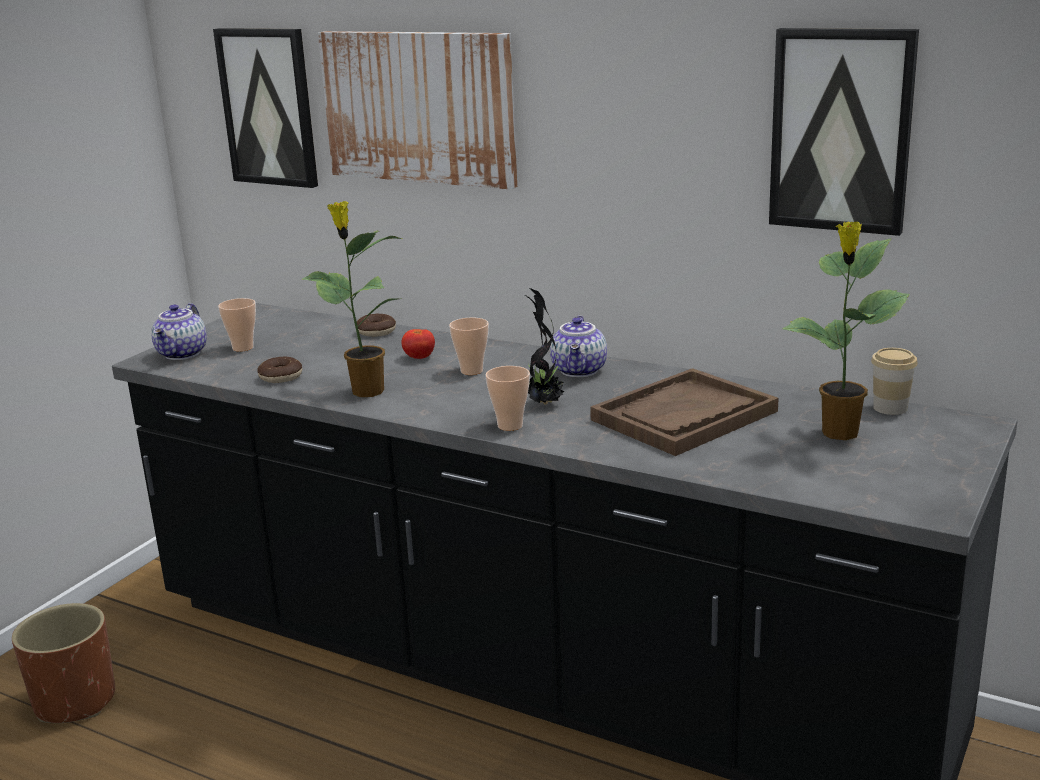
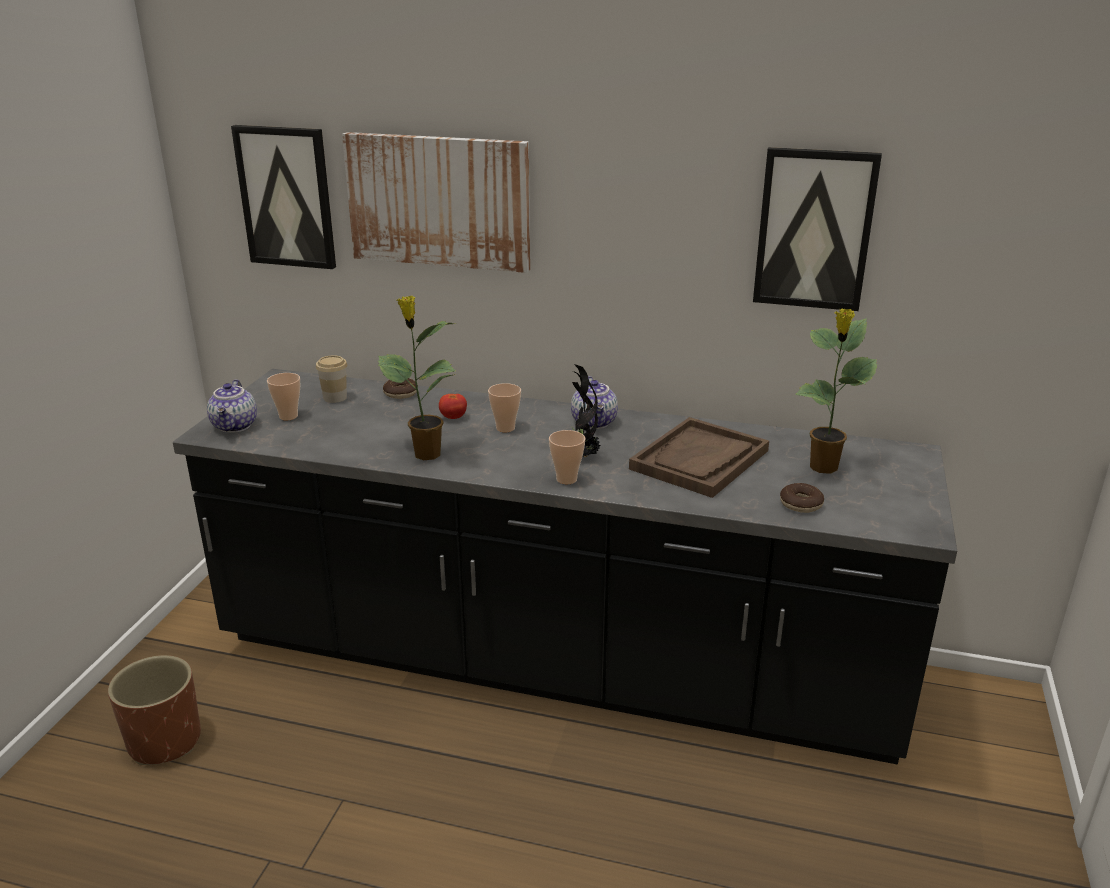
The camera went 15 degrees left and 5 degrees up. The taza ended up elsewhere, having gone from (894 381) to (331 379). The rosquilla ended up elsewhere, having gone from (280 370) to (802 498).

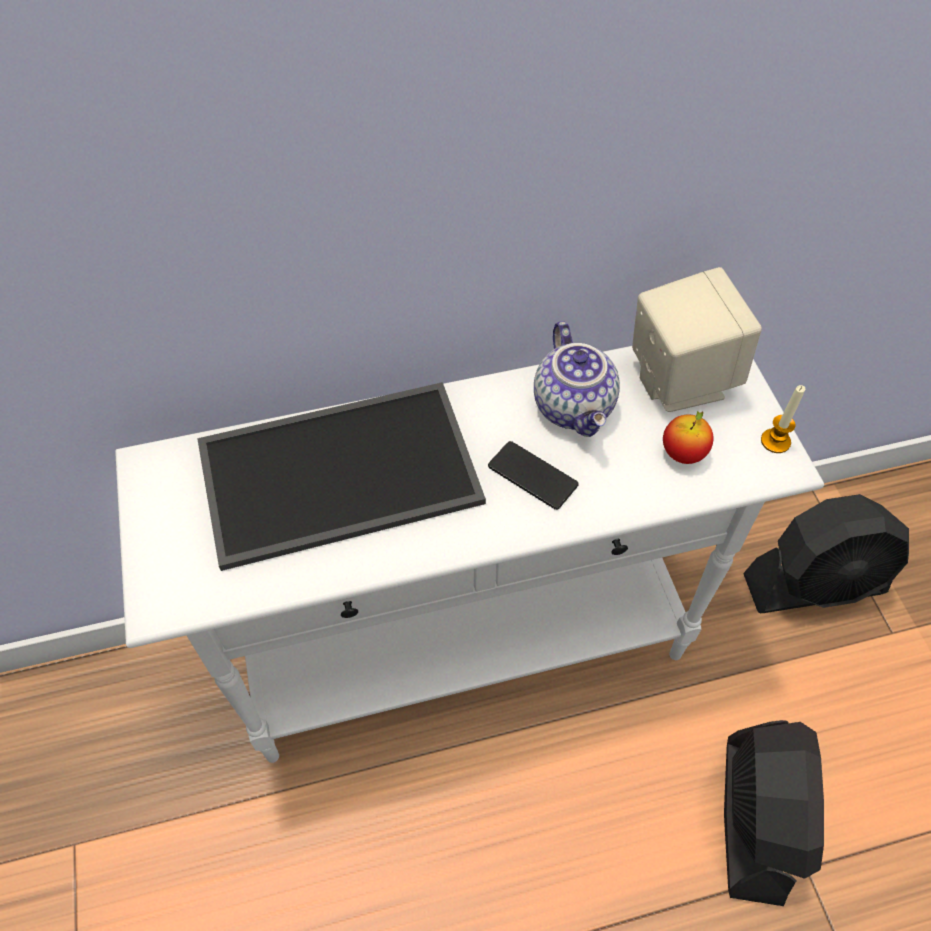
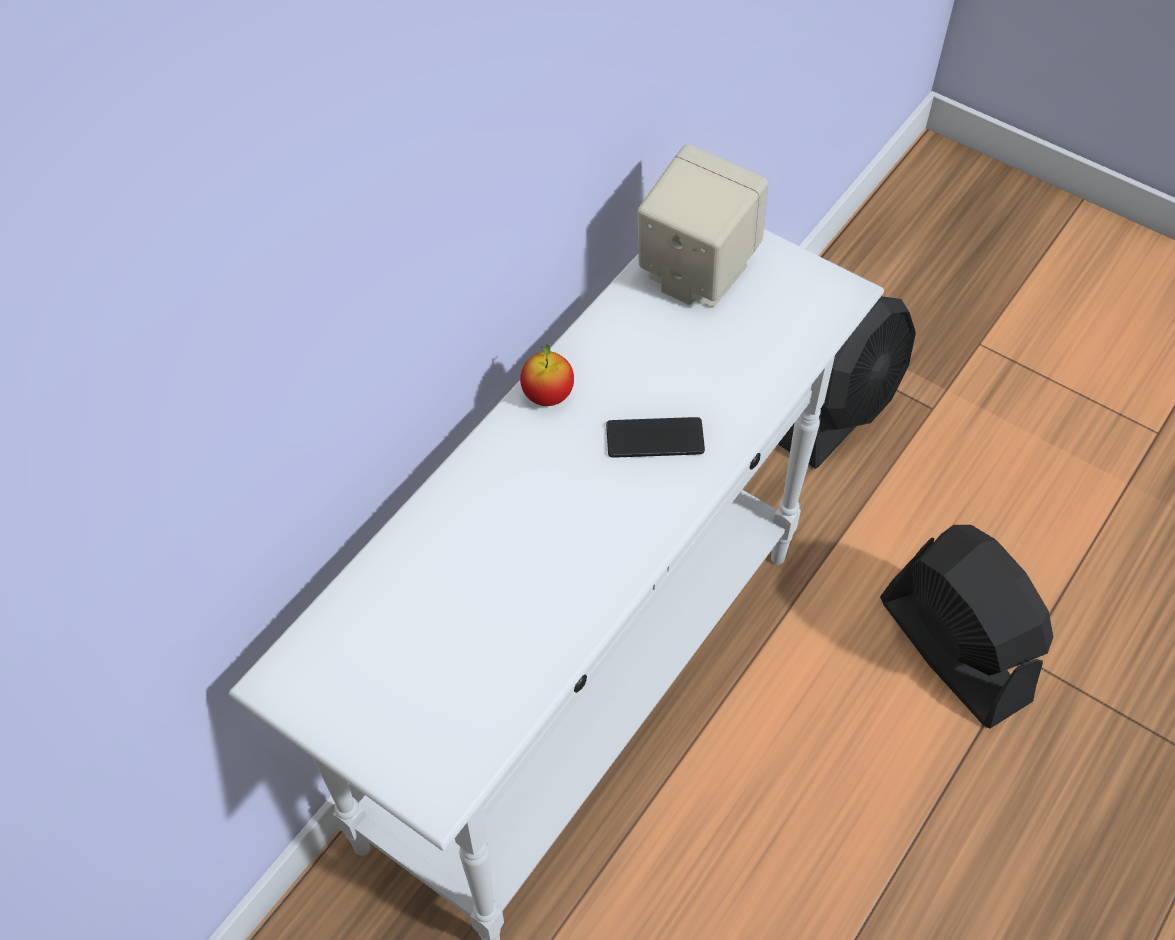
The camera went 40 degrees left and 0 degrees up. The manzana ended up elsewhere, having gone from (688 437) to (547 375). The second view lost the bandeja at (341 476). The second view lost the tetera at (577 379). The second view lost the vela at (783 419).

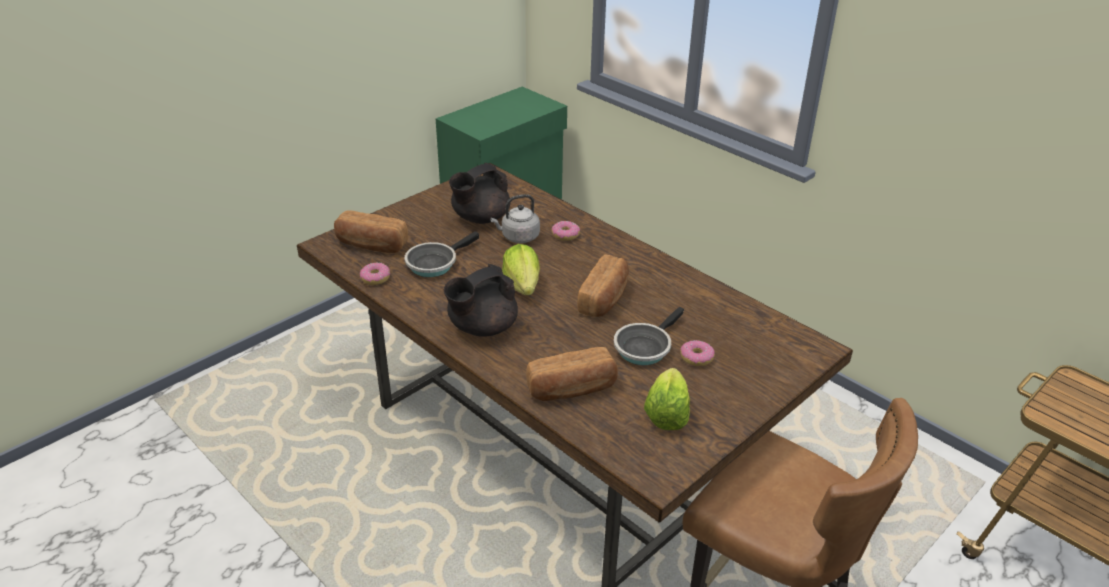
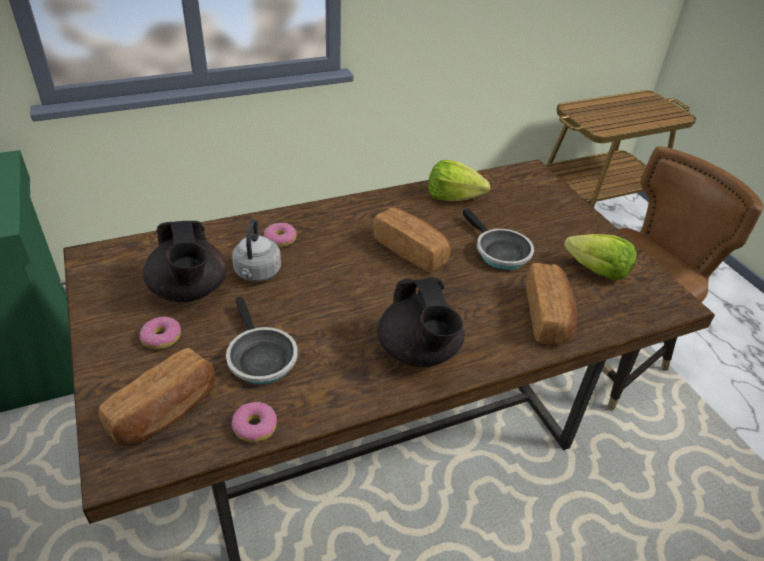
The camera went 70 degrees left and 5 degrees up. The rosquilla ended up elsewhere, having gone from (697 353) to (160 333). The lechuga ended up elsewhere, having gone from (521 269) to (459 180).

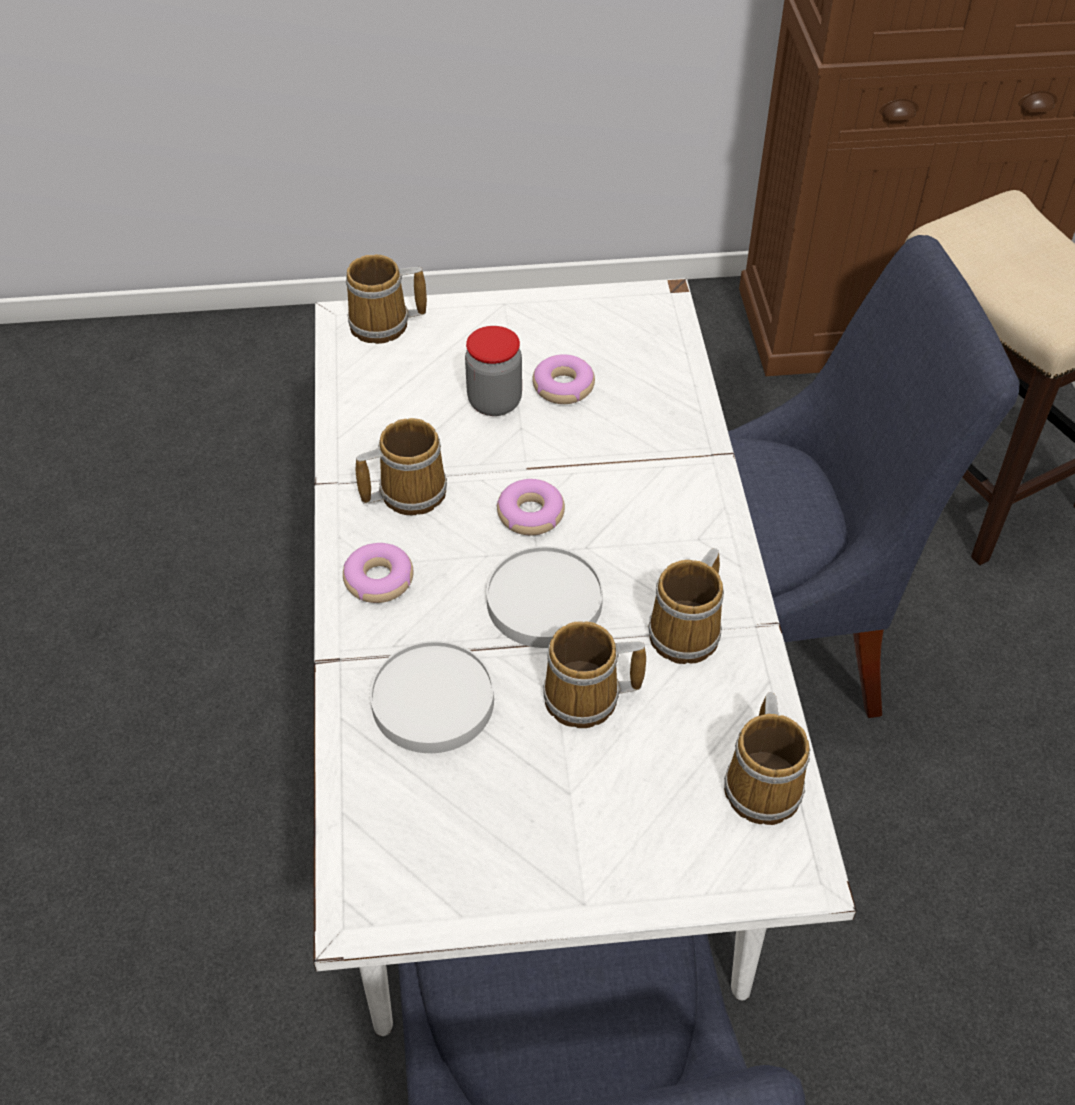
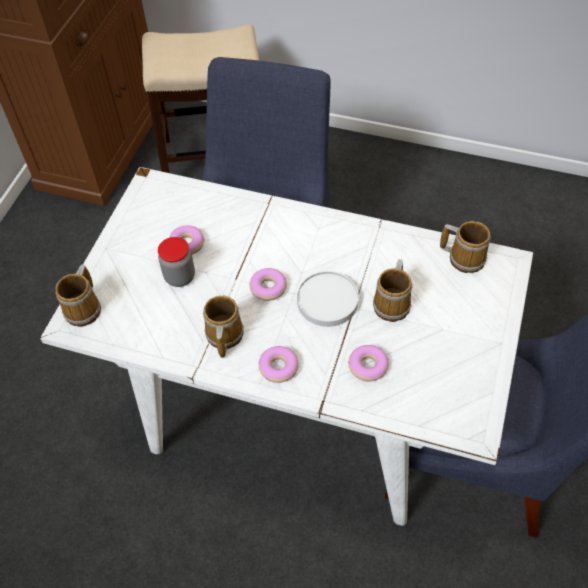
The camera went 65 degrees left and 5 degrees up. Where the plato [blanco] stood at (432 697), the rosquilla came to stand at (368 363). The second view lost the taza grande at (686 606).

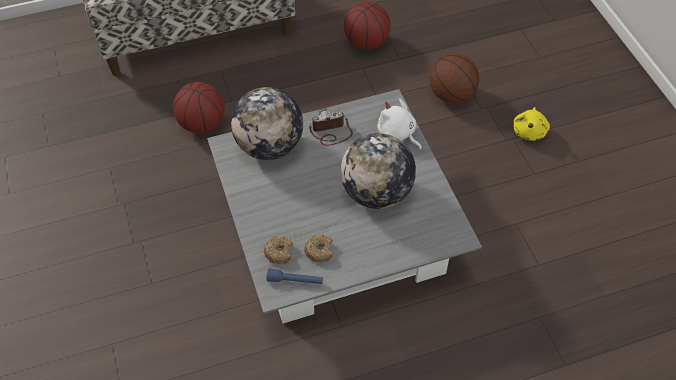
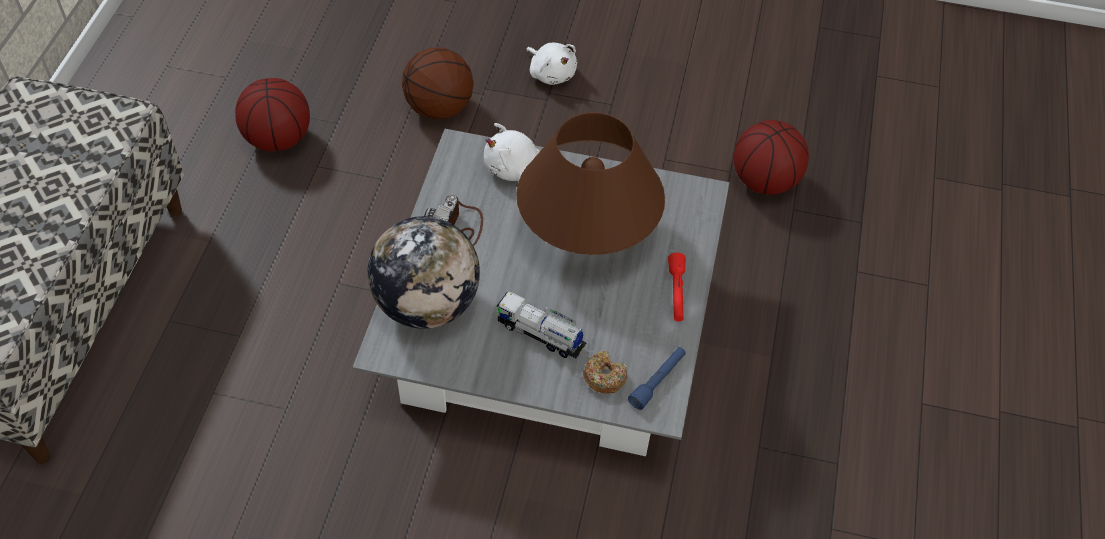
The camera went 60 degrees left and 0 degrees up. The second view gained the camión de juguete at (541 324). Where the globo terráqueo stood at (378 171), the lámpara de mesa [marrón] came to stand at (590 183). What was the peluche [amarillo] at (532 124) turned into the peluche [blanco] at (551 64). The second view gained the linterna [rojo] at (677 287). The balón de baloncesto ended up elsewhere, having gone from (199 108) to (771 157). The second view lost the rosquilla at (318 248).

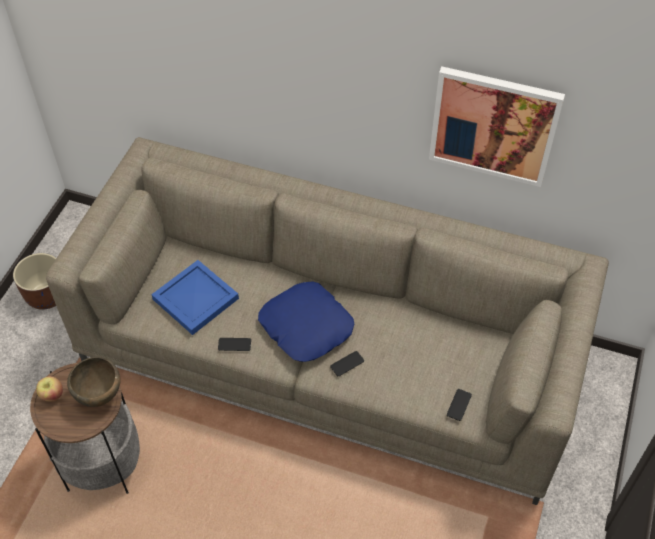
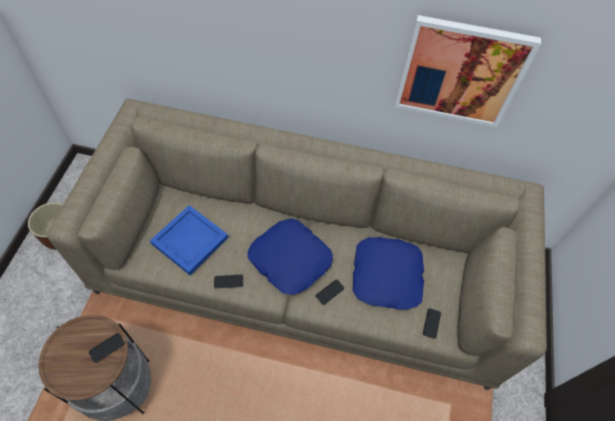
The camera went 10 degrees left and 5 degrees up. Where the cuenco [marrón] stood at (93 382), the móvil came to stand at (107 348). The second view gained the cojín [azul] at (388 273). The second view lost the manzana at (49 389).

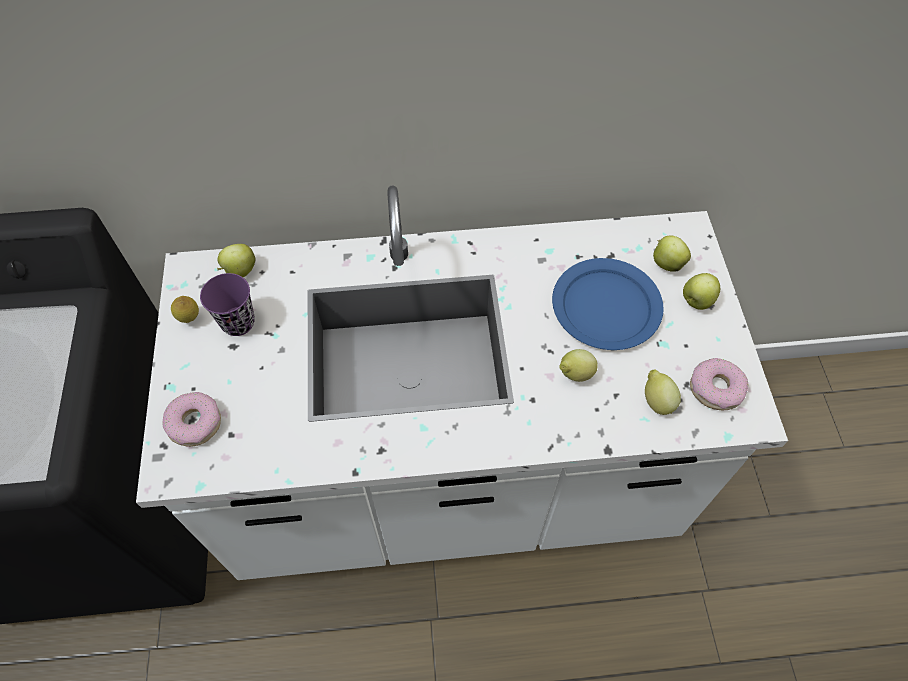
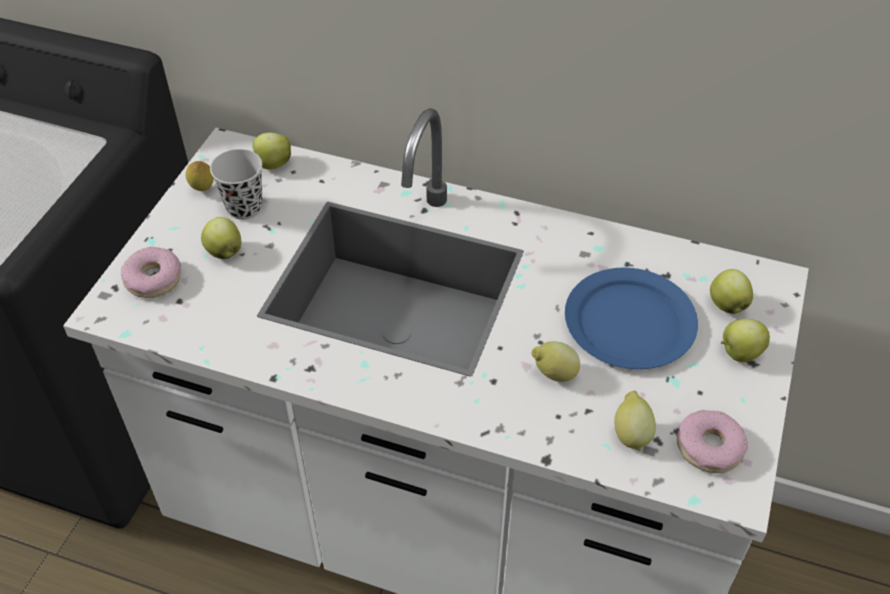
The camera went 25 degrees right and 10 degrees down. The second view gained the manzana at (221 238). What was the taza [morado] at (227 304) turned into the taza [negro] at (236 184).

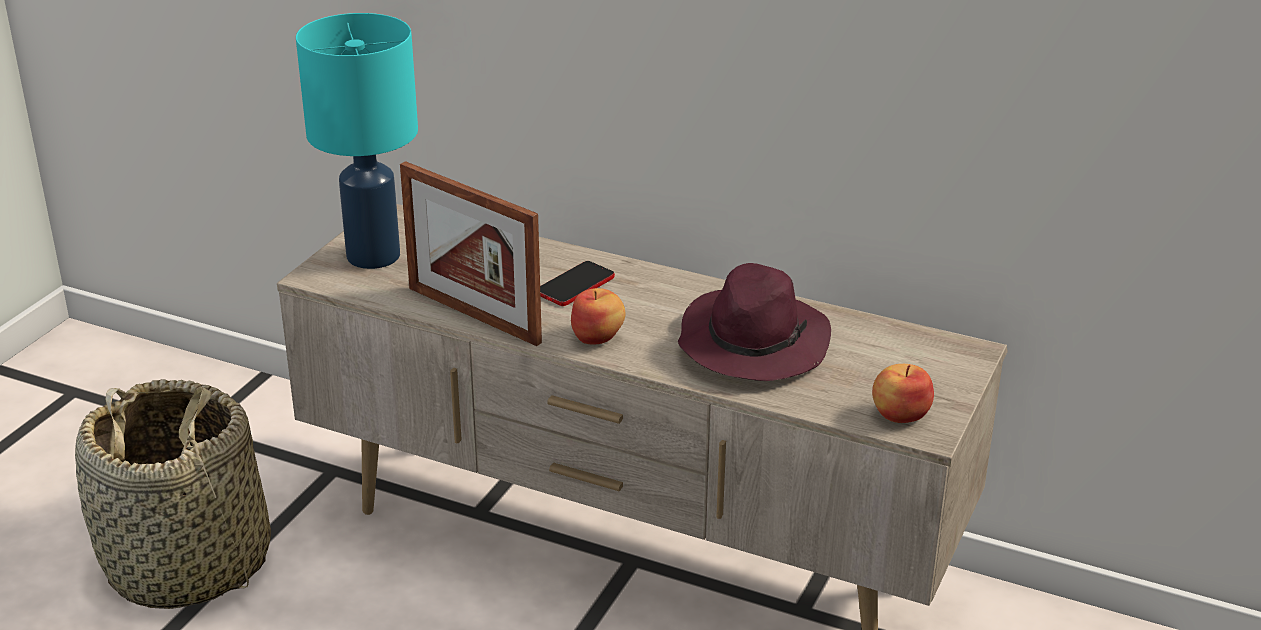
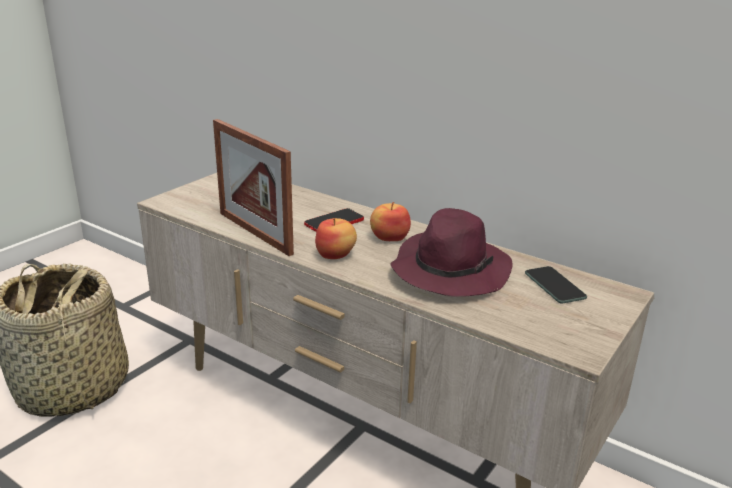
The camera went 10 degrees right and 5 degrees down. The manzana ended up elsewhere, having gone from (903 393) to (390 221). The second view gained the móvil at (556 285). The second view lost the lámpara de mesa [turquesa] at (357 141).

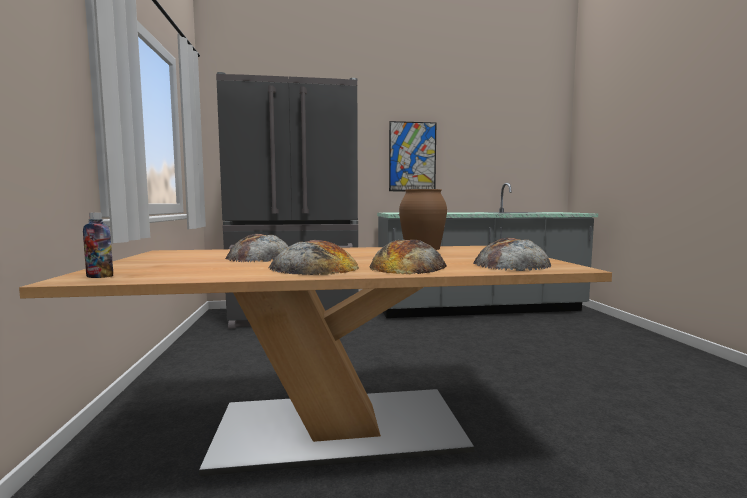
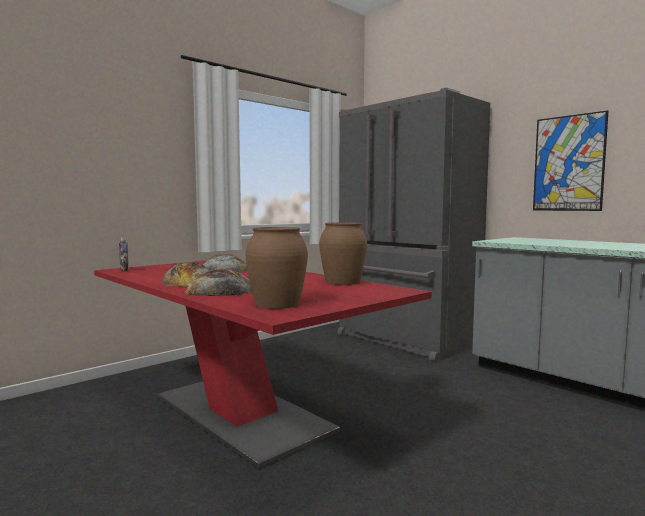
The camera went 55 degrees right and 0 degrees up. What was the mesa de comedor [beis] at (315 361) turned into the mesa de comedor [rojo] at (263 364). Where the pan stood at (512 254), the florero [marrón] came to stand at (277 268).

